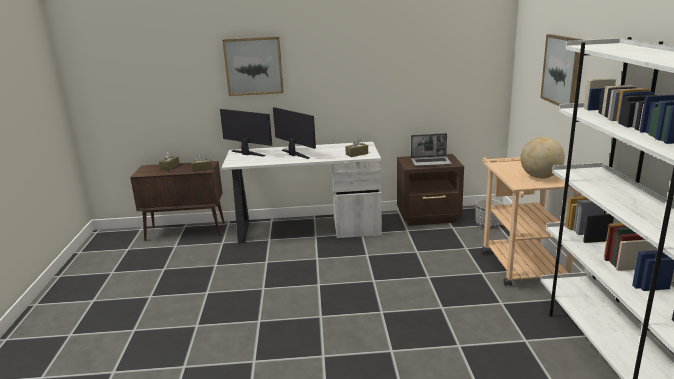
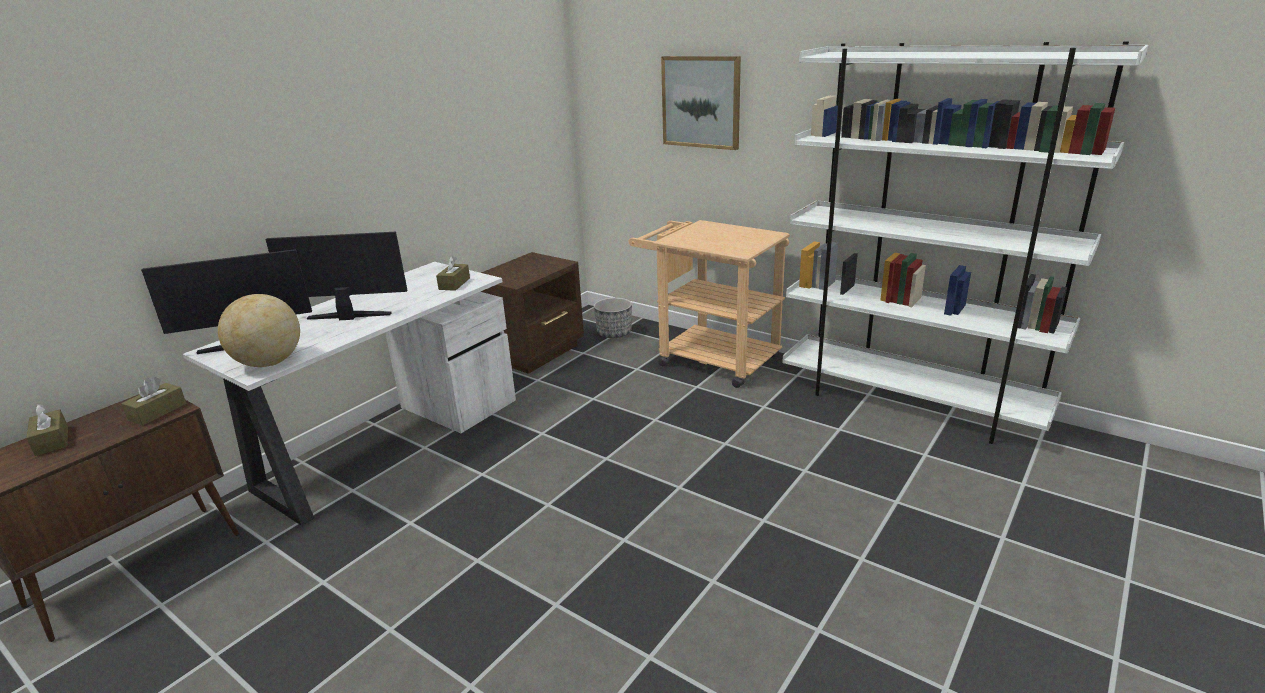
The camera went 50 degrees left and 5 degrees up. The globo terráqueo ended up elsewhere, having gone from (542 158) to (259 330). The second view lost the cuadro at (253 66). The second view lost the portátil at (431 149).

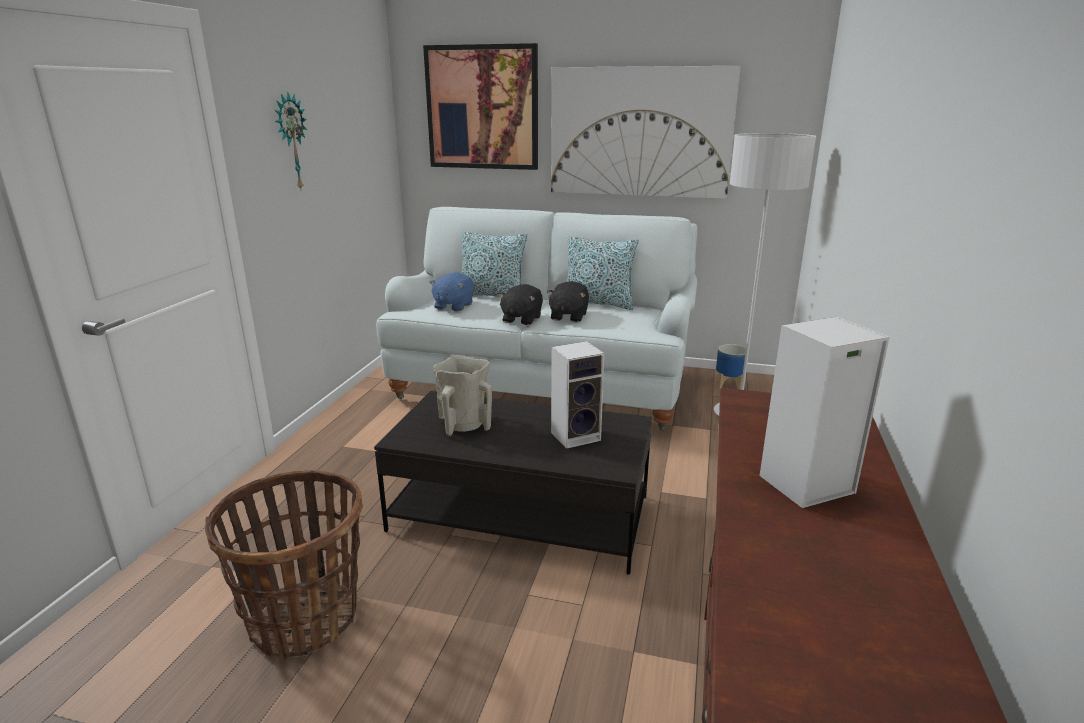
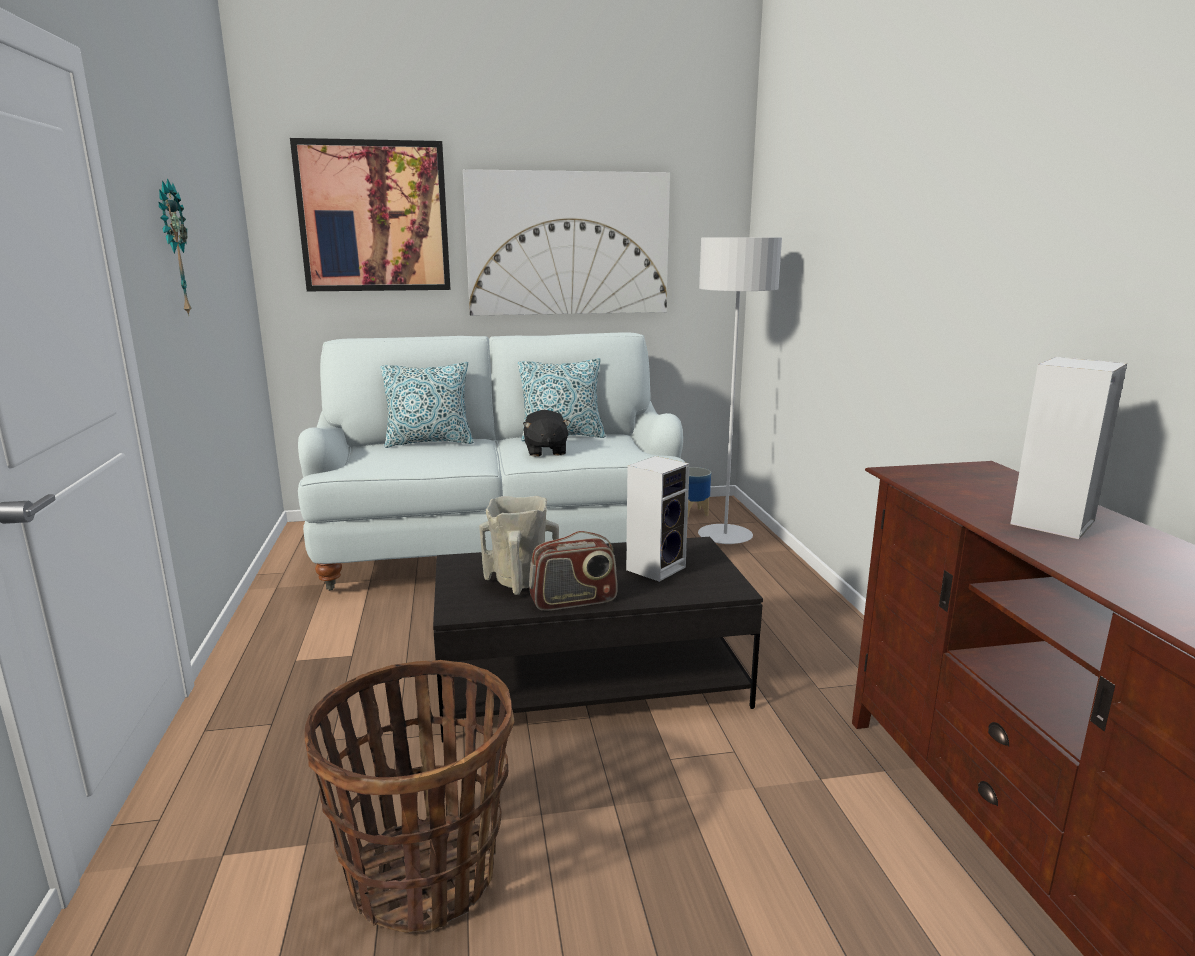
The camera went 25 degrees left and 5 degrees down. The second view gained the radio at (573 571). The second view lost the peluche [azul] at (451 292). The second view lost the peluche [negro] at (520 304).

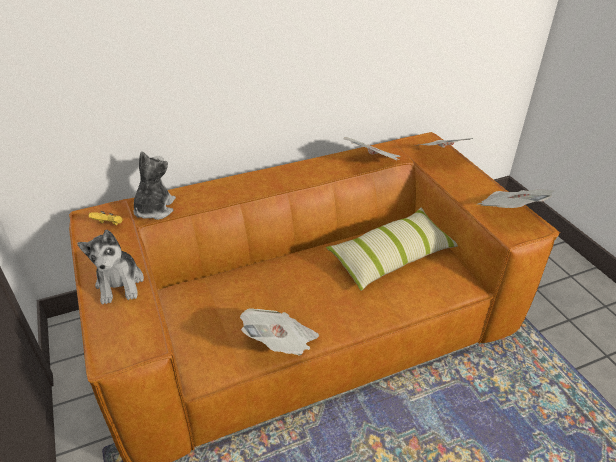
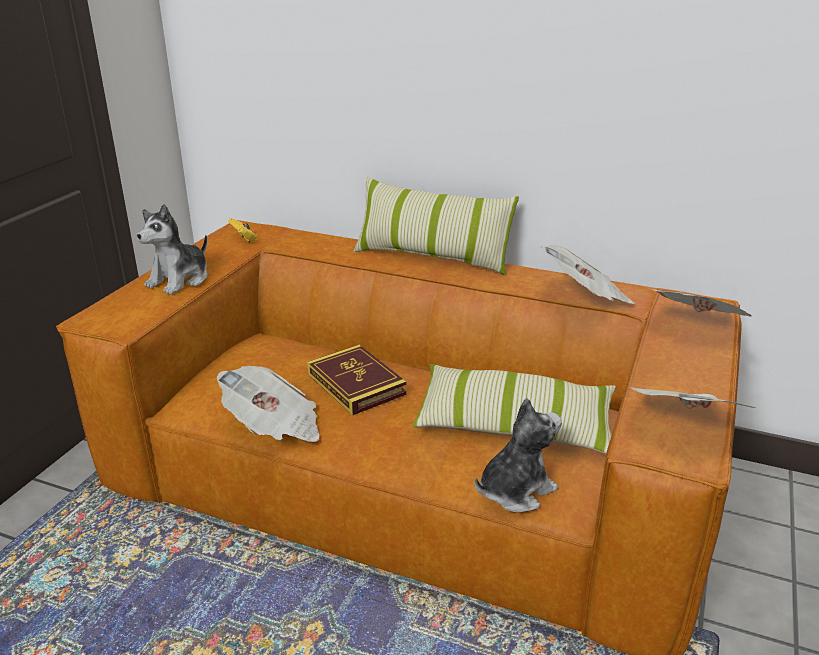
The camera went 45 degrees right and 10 degrees down. The second view gained the libro at (356 380). The second view gained the cojín at (436 226). The peluche ended up elsewhere, having gone from (154 185) to (518 455).

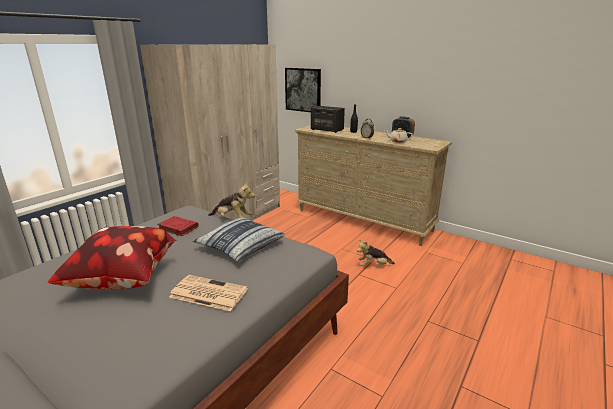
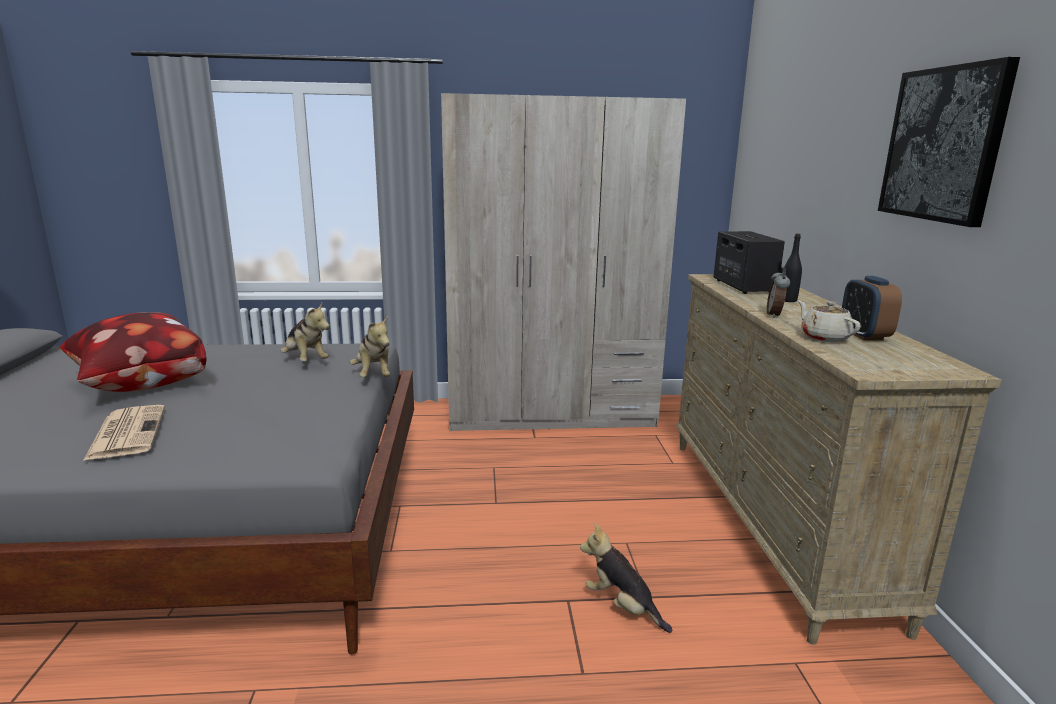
The camera went 50 degrees right and 5 degrees down. Where the libro [rojo] stood at (177 226), the peluche came to stand at (305 332). The cuadro ended up elsewhere, having gone from (303 90) to (949 142). The second view lost the cojín at (239 239).

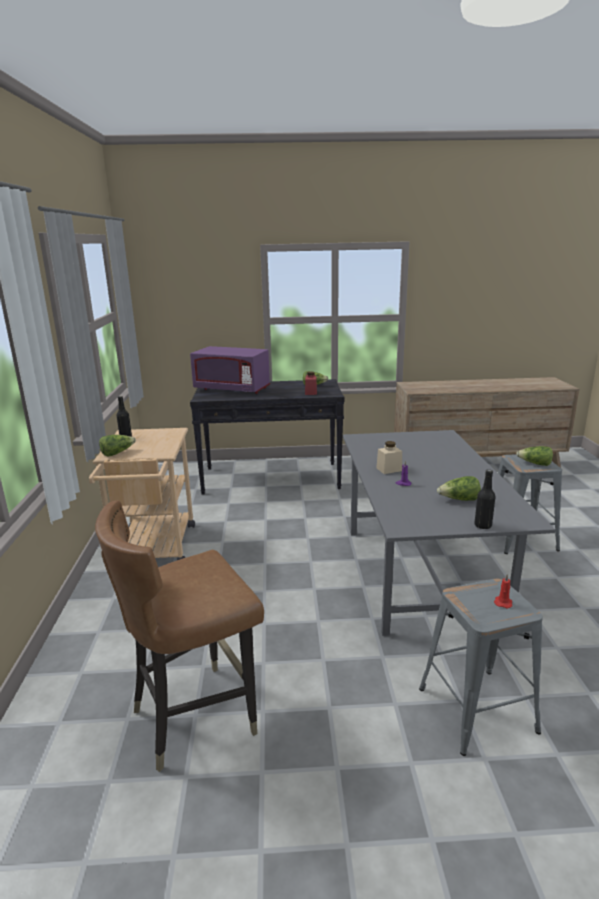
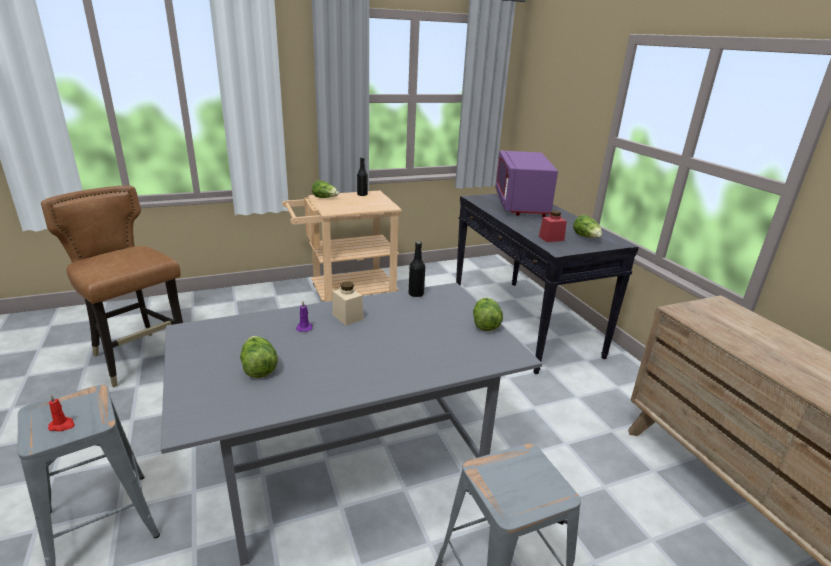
The camera went 70 degrees right and 5 degrees up. The botella [negro] ended up elsewhere, having gone from (484 499) to (417 269). The lechuga ended up elsewhere, having gone from (534 456) to (488 314).

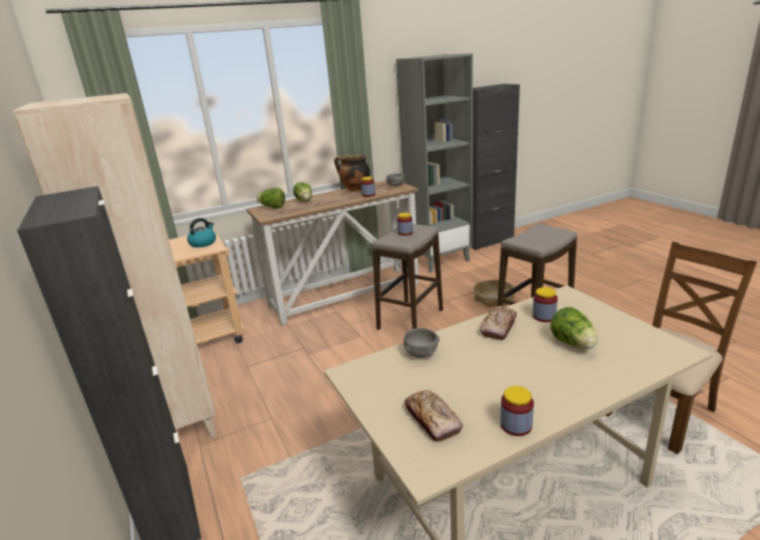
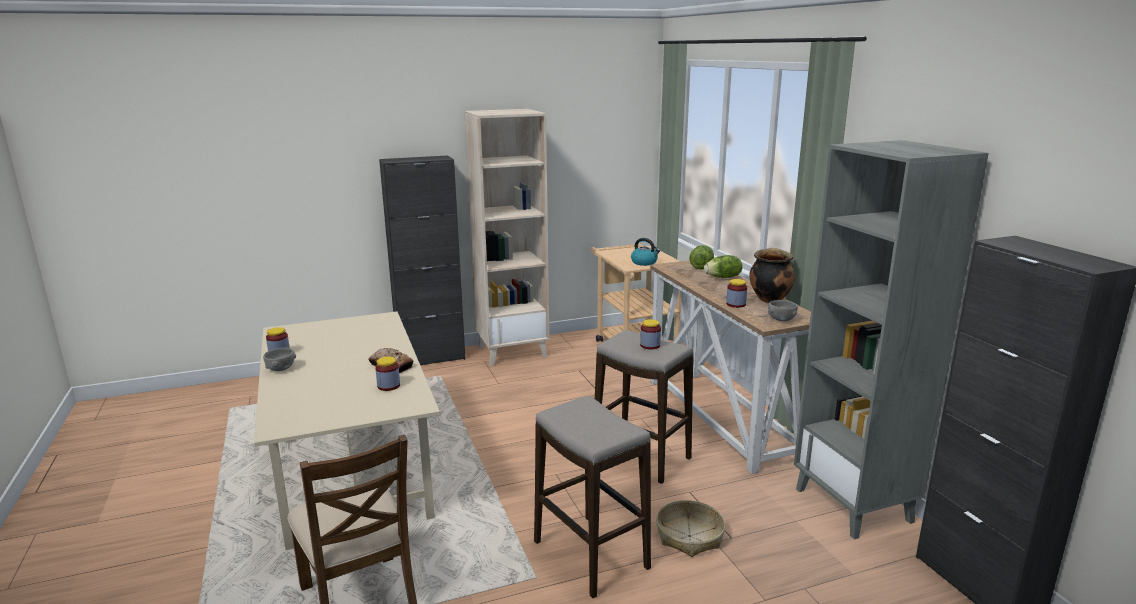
The camera went 95 degrees right and 5 degrees down. The cuenco [gris] ended up elsewhere, having gone from (422 343) to (279 359). The second view lost the pan at (433 416). The second view lost the lechuga at (574 328).

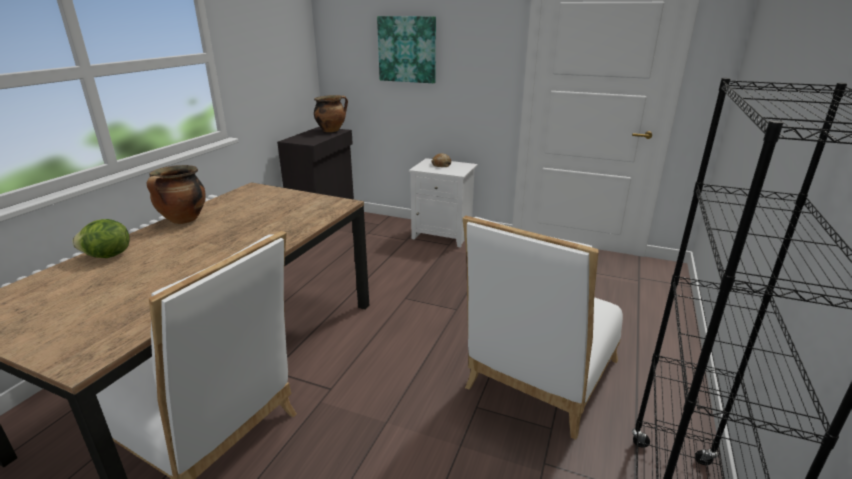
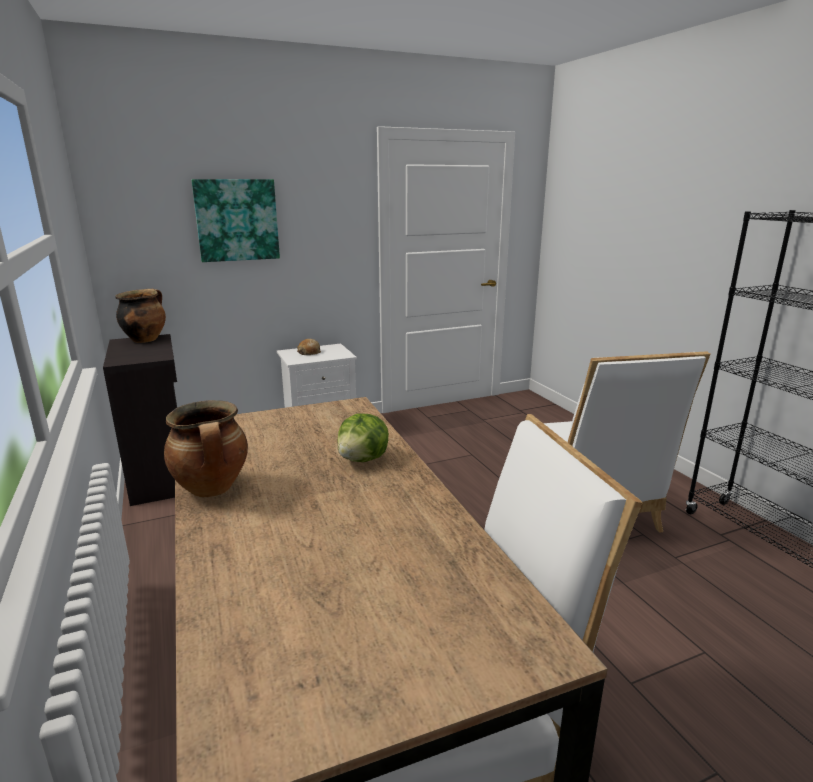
The camera went 45 degrees left and 5 degrees down. The lechuga ended up elsewhere, having gone from (101 238) to (363 438).

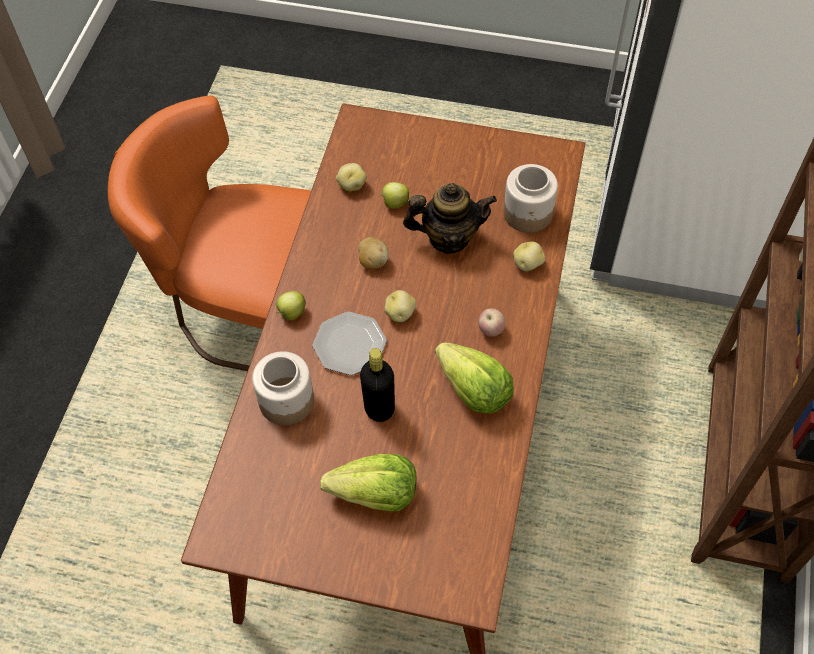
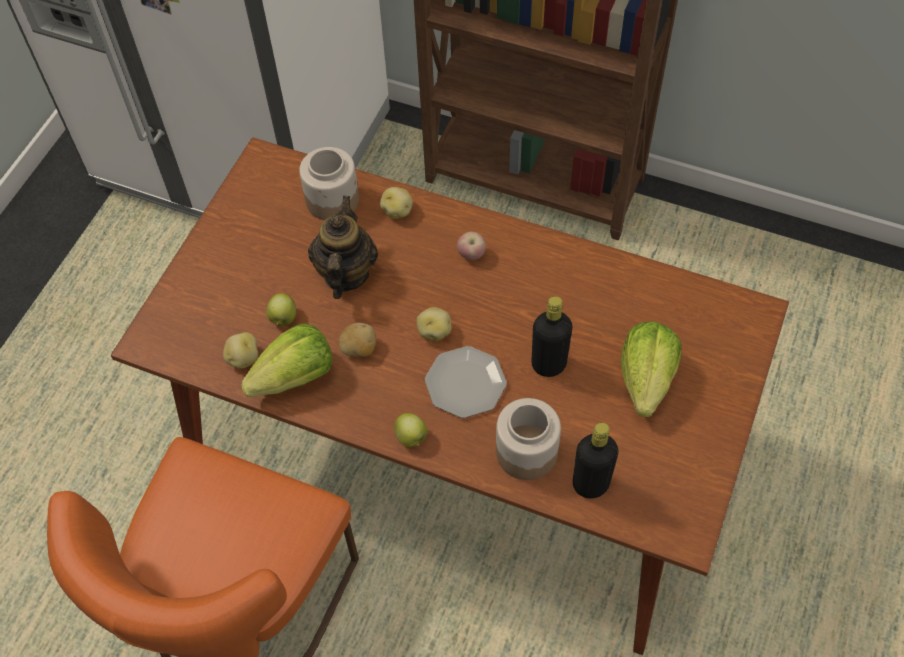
The camera went 80 degrees left and 0 degrees up. The lechuga ended up elsewhere, having gone from (474 378) to (286 360). The second view gained the botella [negro] at (595 460).

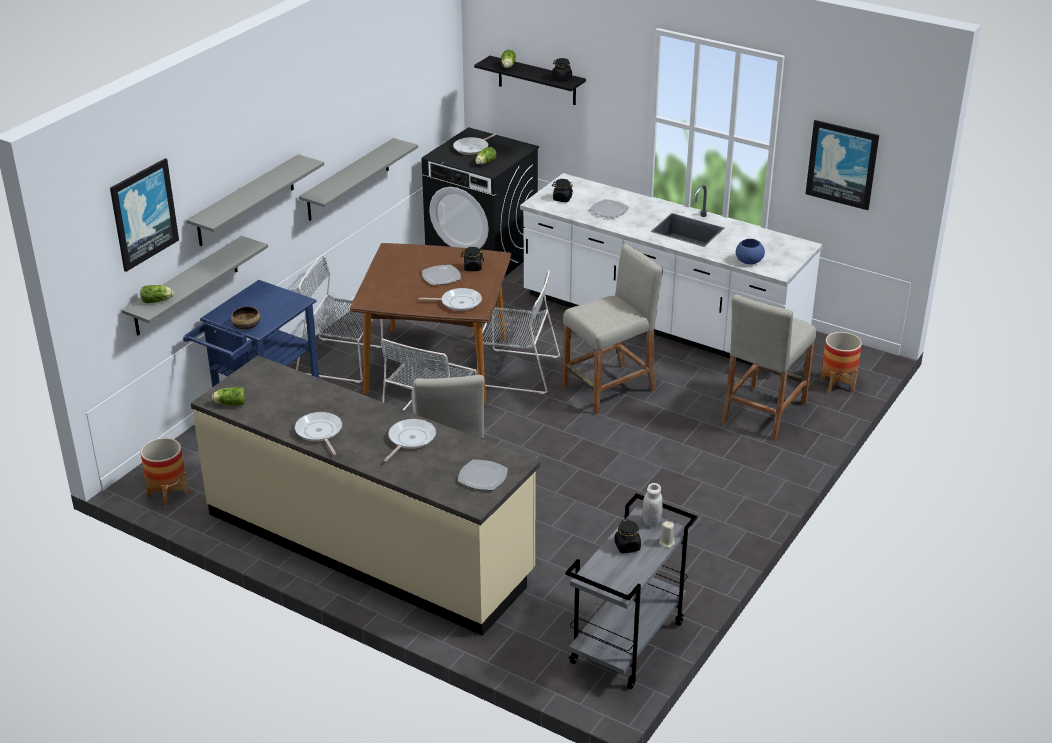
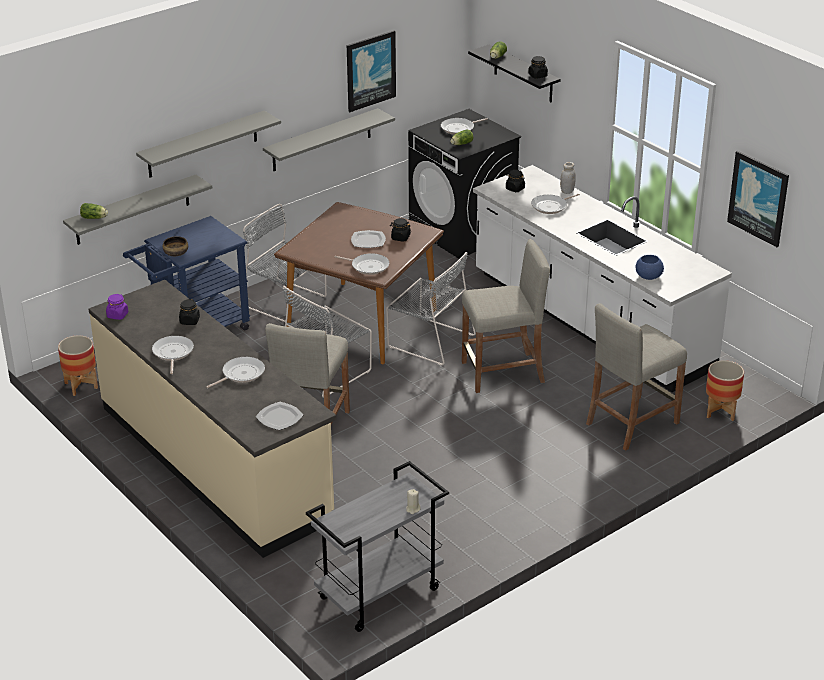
The camera went 20 degrees right and 0 degrees up. Where the lechuga stood at (229 396), the tarro [morado] came to stand at (117 307). The tarro [negro] ended up elsewhere, having gone from (627 536) to (189 312). The cuadro ended up elsewhere, having gone from (144 215) to (371 71). Where the plato stood at (609 208), the sartén came to stand at (555 204). The tarro [blanco] ended up elsewhere, having gone from (653 504) to (568 178).

